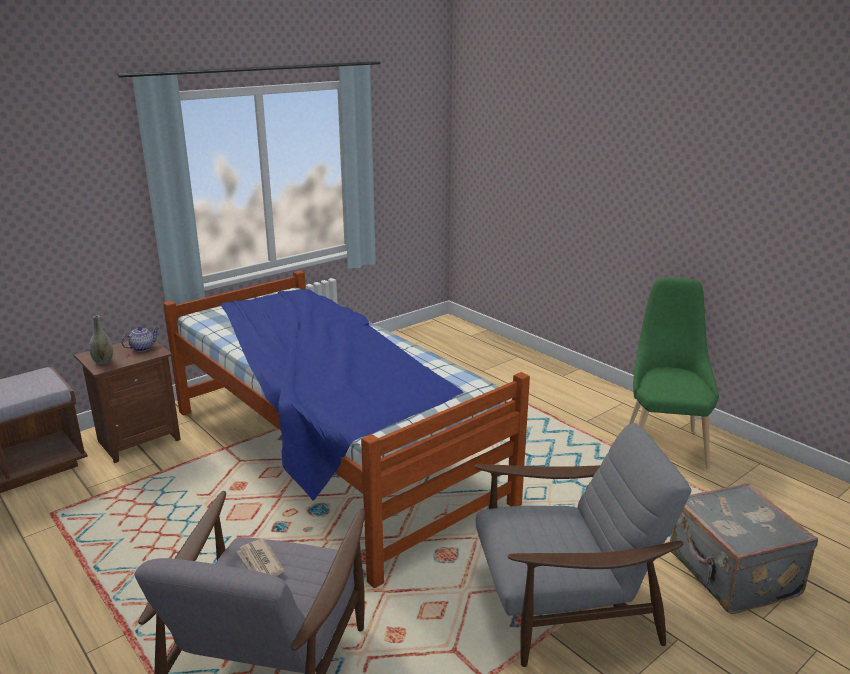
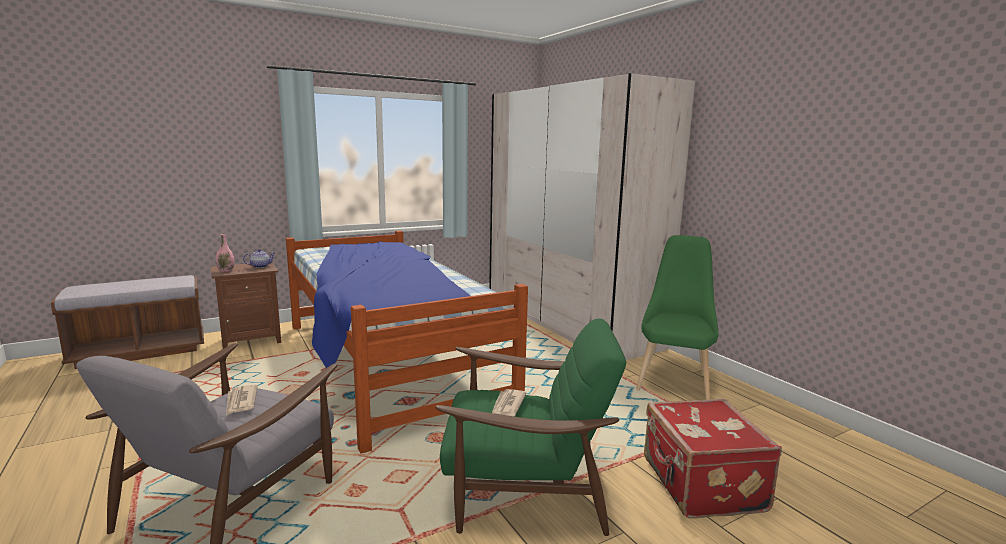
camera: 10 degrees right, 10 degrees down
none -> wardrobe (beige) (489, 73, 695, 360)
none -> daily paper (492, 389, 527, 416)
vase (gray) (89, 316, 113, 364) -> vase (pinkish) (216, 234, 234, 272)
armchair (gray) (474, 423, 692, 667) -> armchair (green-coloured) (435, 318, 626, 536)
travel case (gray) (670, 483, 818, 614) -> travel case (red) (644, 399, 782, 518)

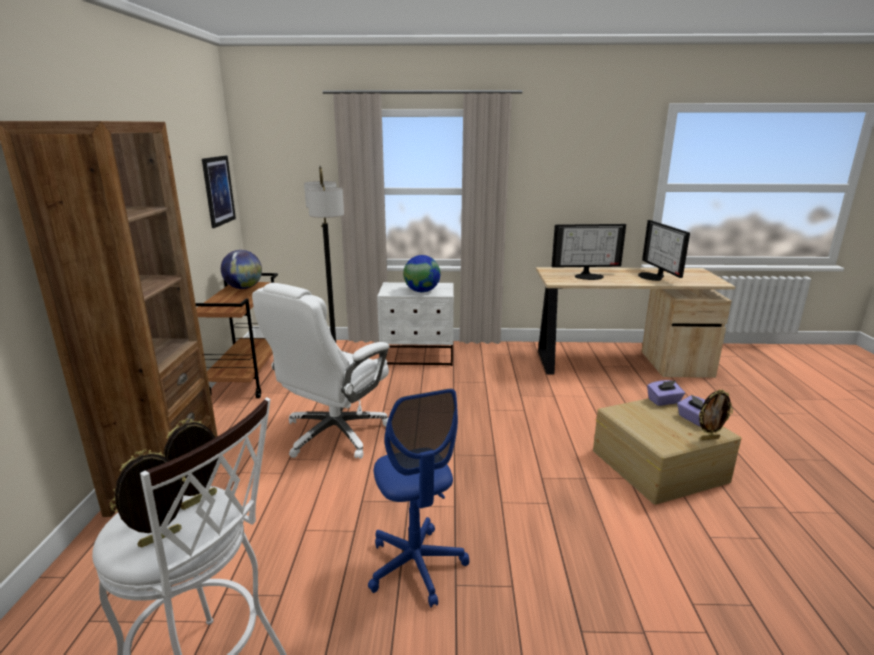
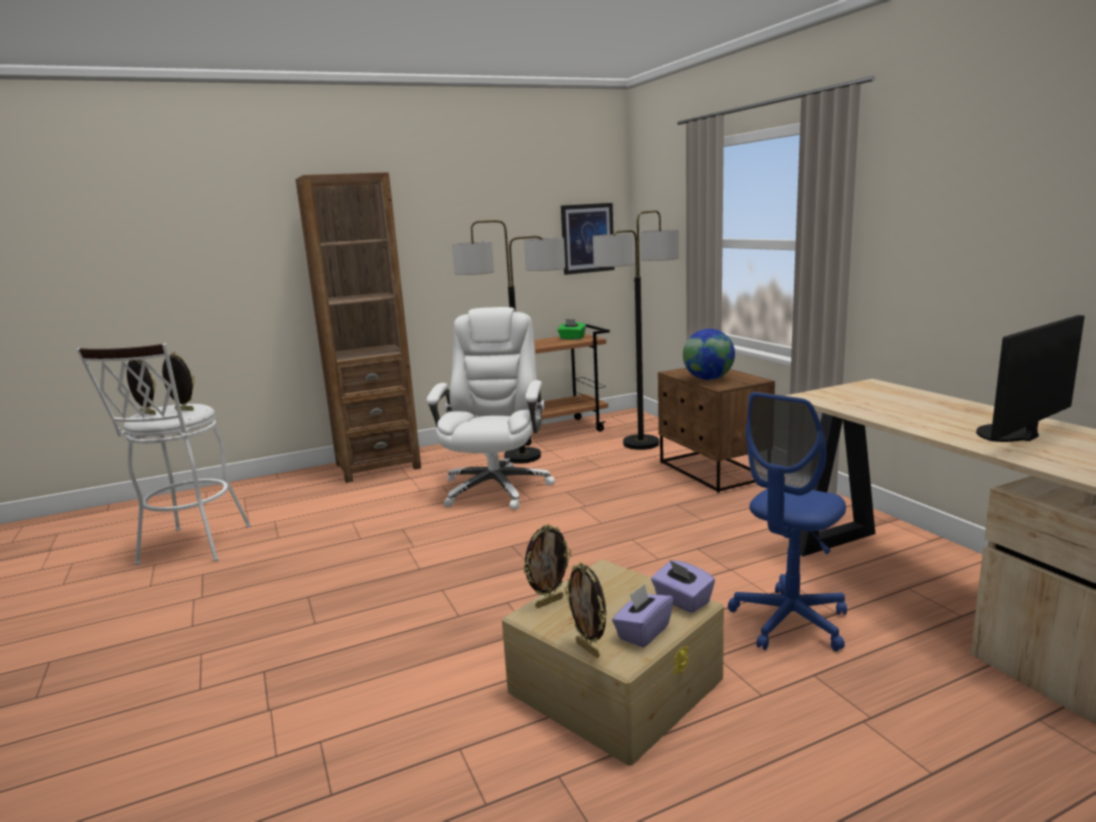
camera: 65 degrees right, 5 degrees down
monitor (552, 224, 626, 280) -> none
none -> floor lamp (452, 220, 565, 464)
none -> photo frame (523, 524, 572, 608)
office chair (bluish) (368, 389, 469, 607) -> office chair (bluish) (728, 392, 847, 651), move
globe (221, 250, 262, 289) -> tissue box (green-coloured) (557, 319, 586, 340)
night table (white-coloured) (377, 282, 454, 366) -> night table (brown) (658, 368, 775, 493)
office chair (white-coloured) (252, 283, 389, 459) -> office chair (white-coloured) (427, 307, 555, 509), 90 degrees clockwise

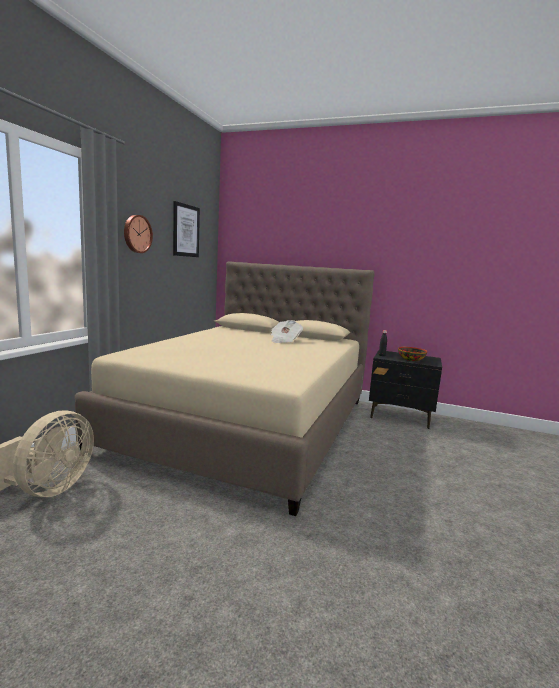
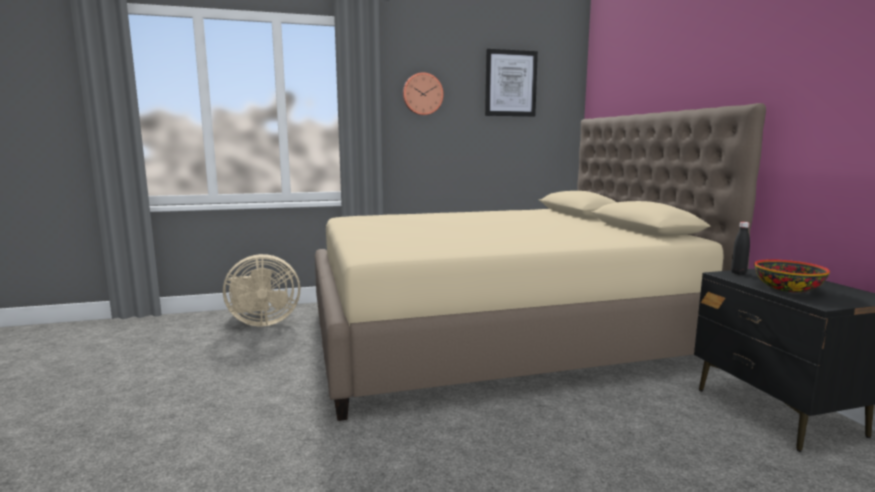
camera: 55 degrees right, 0 degrees up
daily paper (271, 320, 303, 343) -> none

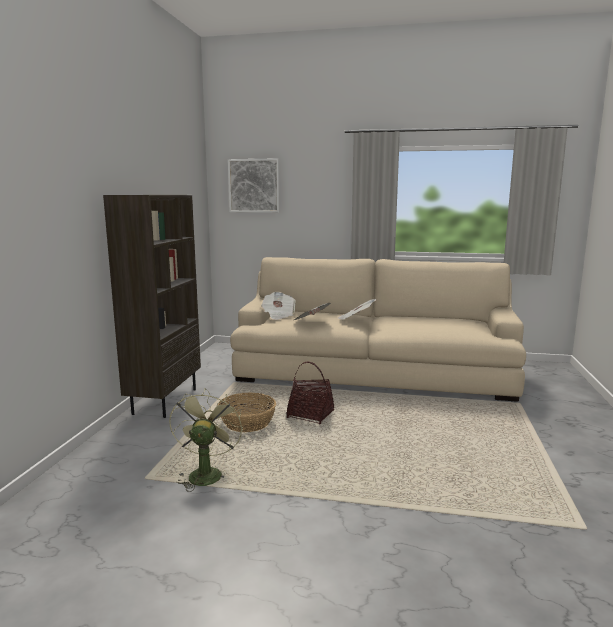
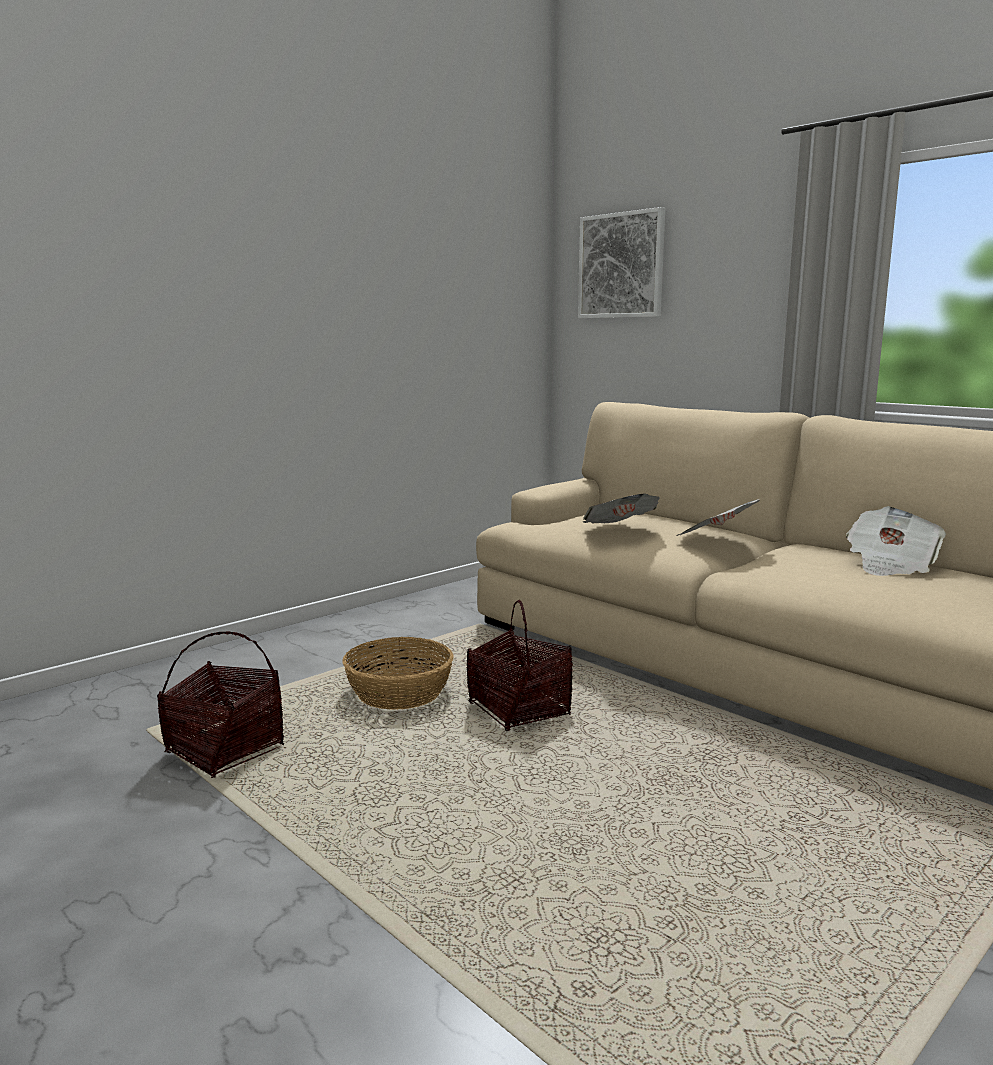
camera: 35 degrees right, 0 degrees up
bookshelf (brown) (103, 195, 201, 418) -> none
daily paper (261, 292, 296, 320) -> daily paper (846, 506, 946, 576), move
cooling fan (green-coloured) (169, 388, 243, 492) -> household basket (157, 632, 284, 778)

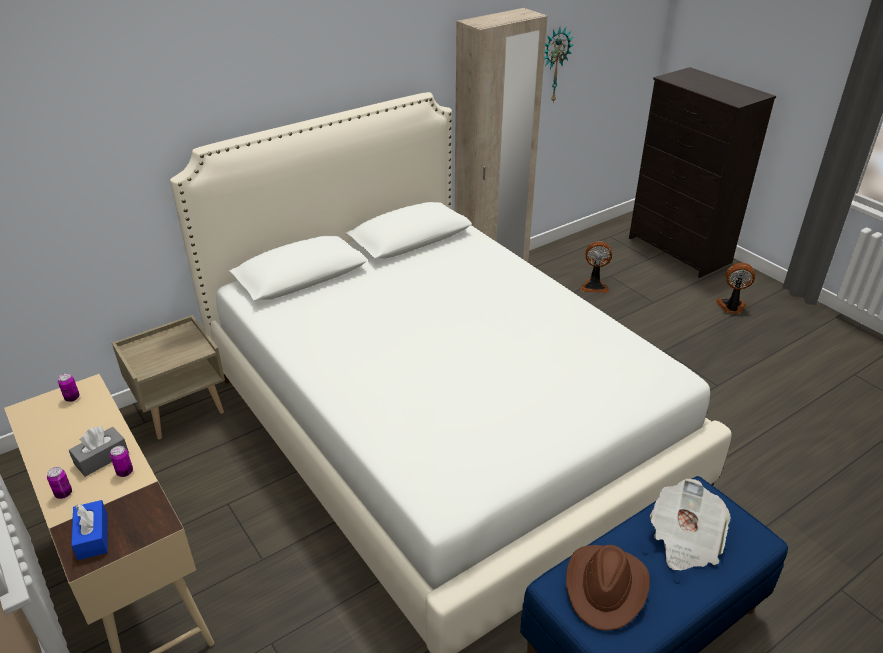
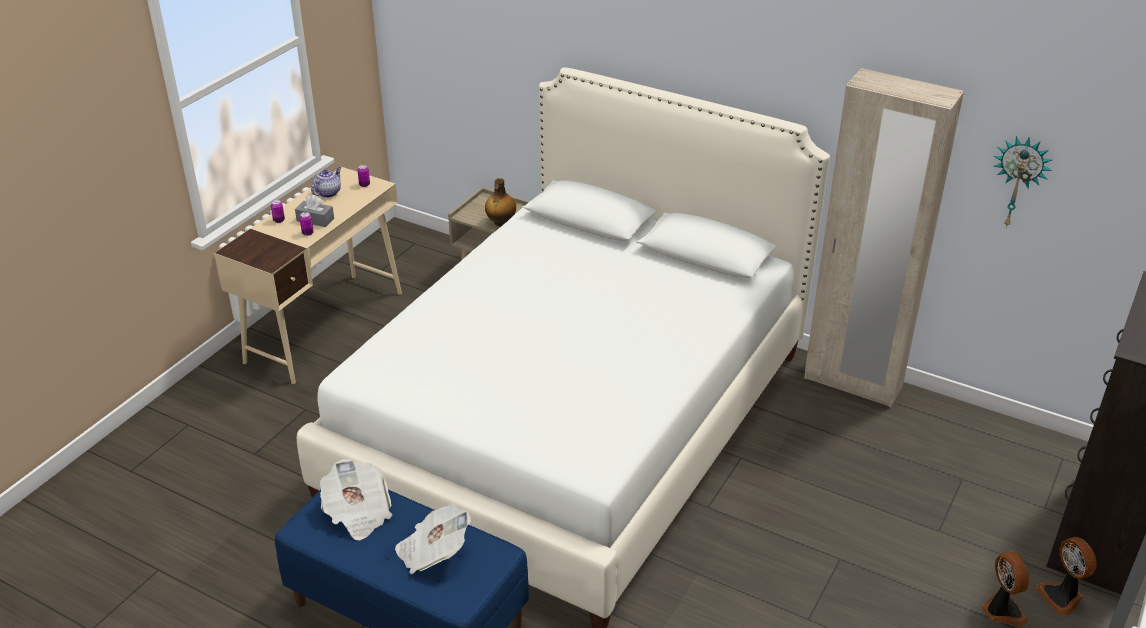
camera: 65 degrees right, 0 degrees up
tissue box (bluish) (71, 500, 108, 560) -> none
none -> teapot (311, 167, 341, 198)
none -> beverage bottle (485, 178, 516, 226)
cooling fan (581, 241, 612, 293) -> cooling fan (1036, 537, 1097, 616), move
hat (brown) (566, 545, 650, 631) -> daily paper (320, 459, 392, 541)

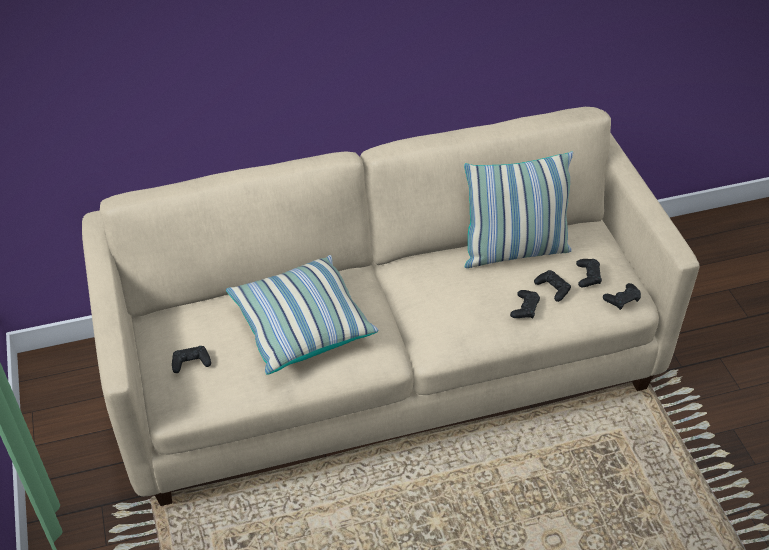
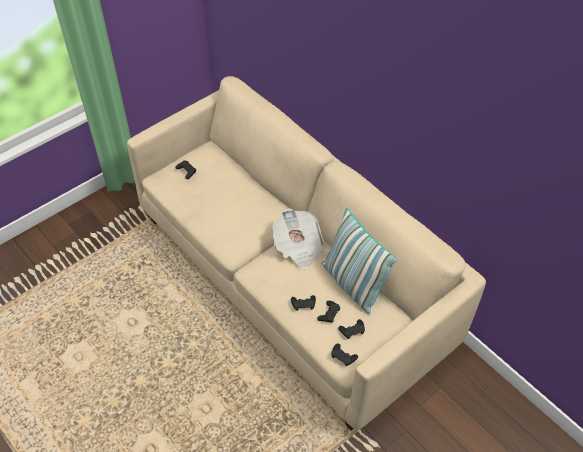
camera: 65 degrees right, 5 degrees up
cushion (226, 255, 378, 375) -> none
none -> daily paper (272, 208, 325, 270)

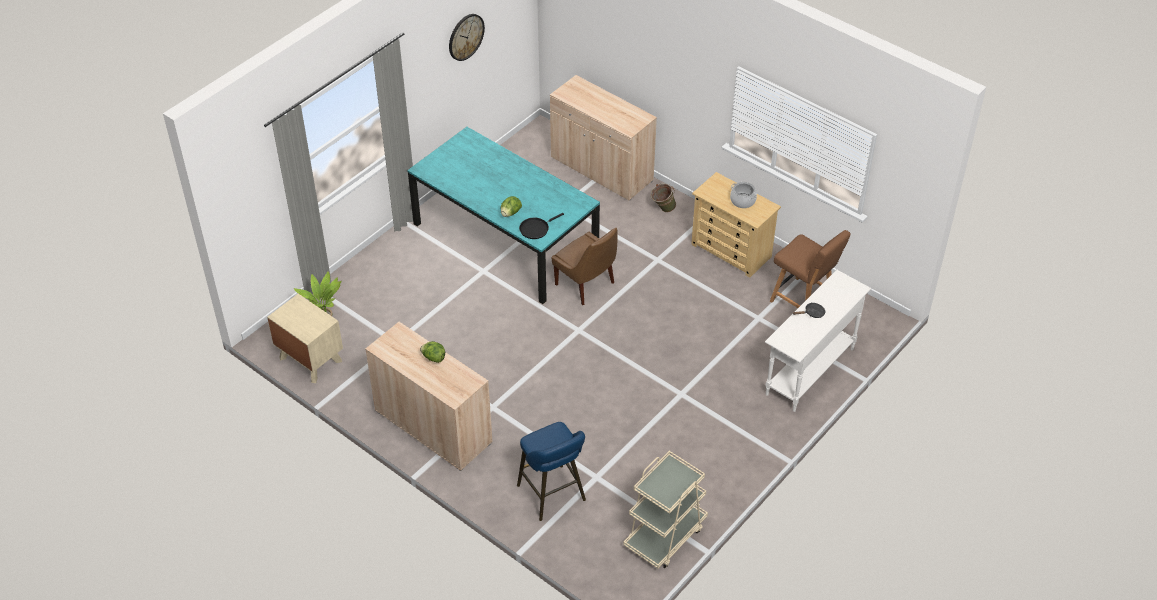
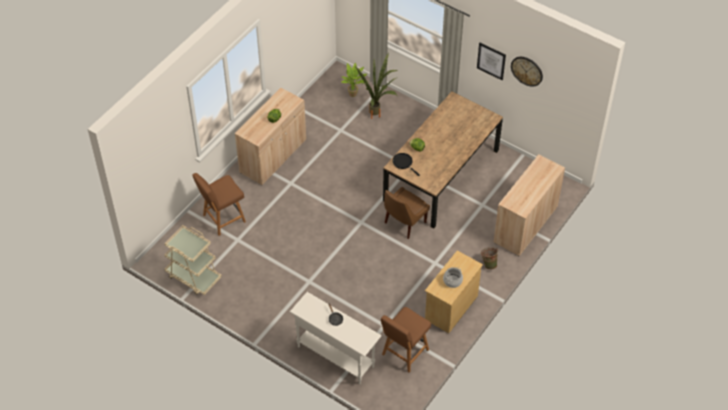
camera: 85 degrees right, 5 degrees up
night table (beige) (267, 294, 343, 383) -> none
none -> potted plant (355, 54, 398, 119)
none -> wall picture (477, 43, 506, 80)
sitting stool (bluish) (517, 422, 586, 521) -> plain chair (brown) (193, 173, 246, 236)
dining table (turquoise-coloured) (407, 127, 600, 304) -> dining table (brown) (383, 92, 503, 229)

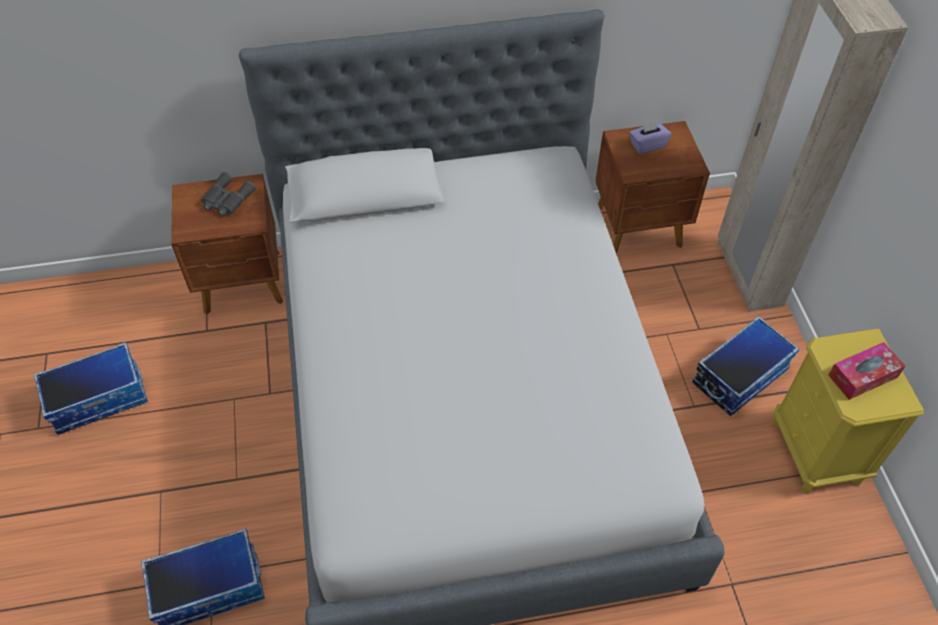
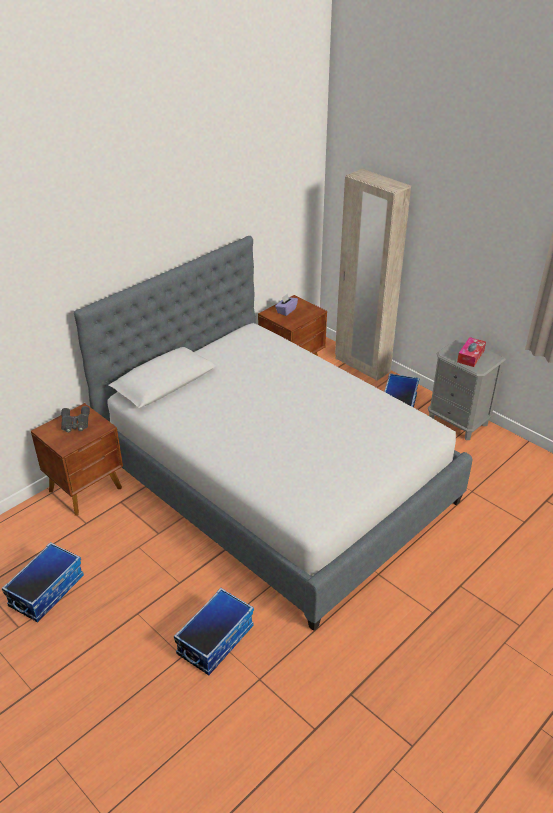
camera: 35 degrees left, 15 degrees down
night table (yellowish) (772, 329, 924, 494) -> night table (gray) (428, 337, 506, 440)

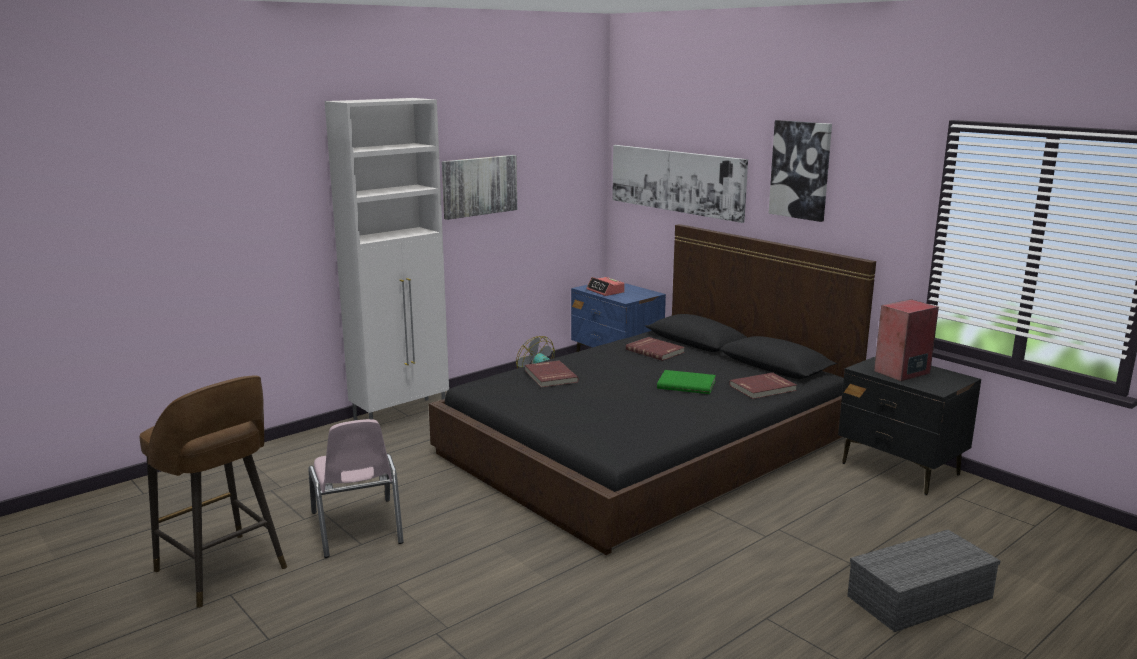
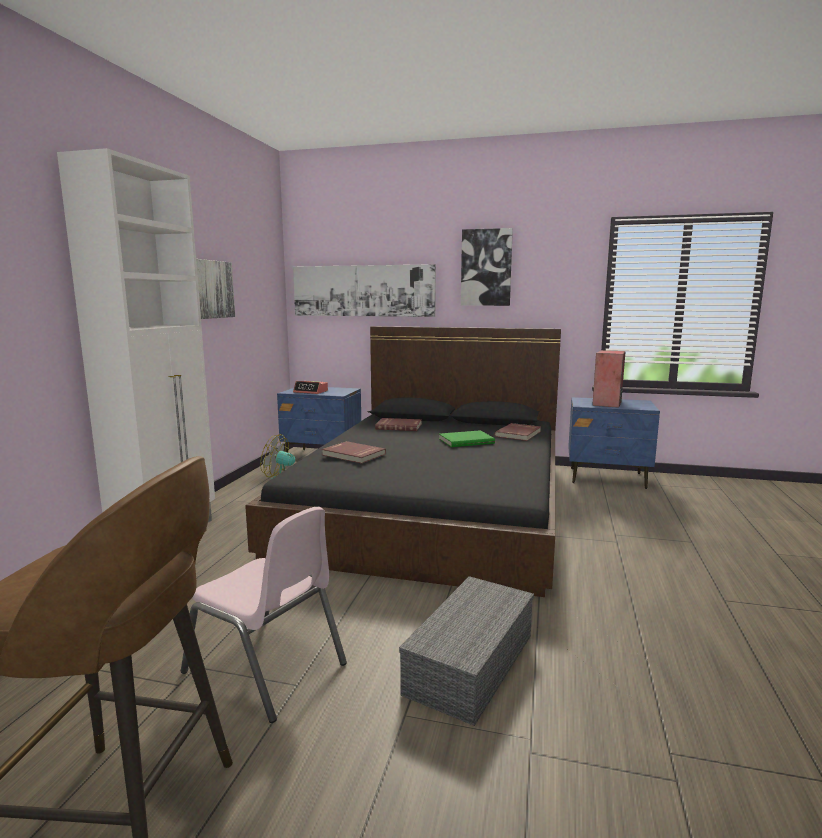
camera: 35 degrees left, 5 degrees down
storage box (gray) (847, 530, 1001, 632) -> storage box (gray) (399, 576, 534, 726), move
night table (blackish) (838, 356, 981, 495) -> night table (bluish) (568, 397, 660, 489)

